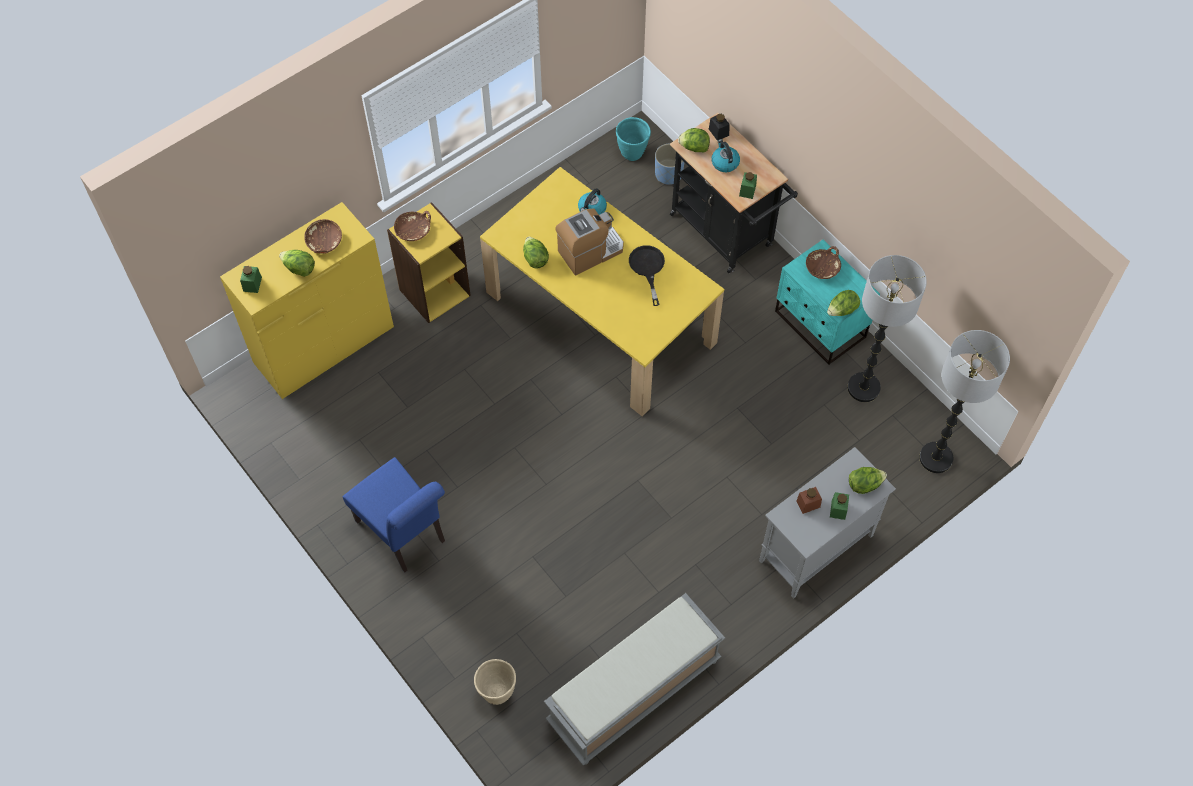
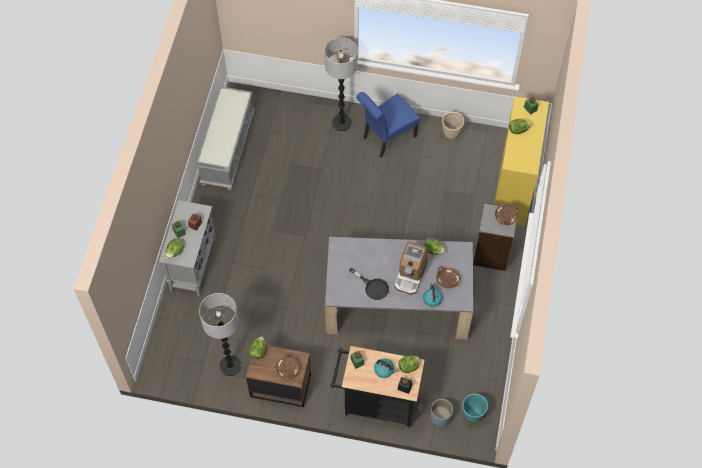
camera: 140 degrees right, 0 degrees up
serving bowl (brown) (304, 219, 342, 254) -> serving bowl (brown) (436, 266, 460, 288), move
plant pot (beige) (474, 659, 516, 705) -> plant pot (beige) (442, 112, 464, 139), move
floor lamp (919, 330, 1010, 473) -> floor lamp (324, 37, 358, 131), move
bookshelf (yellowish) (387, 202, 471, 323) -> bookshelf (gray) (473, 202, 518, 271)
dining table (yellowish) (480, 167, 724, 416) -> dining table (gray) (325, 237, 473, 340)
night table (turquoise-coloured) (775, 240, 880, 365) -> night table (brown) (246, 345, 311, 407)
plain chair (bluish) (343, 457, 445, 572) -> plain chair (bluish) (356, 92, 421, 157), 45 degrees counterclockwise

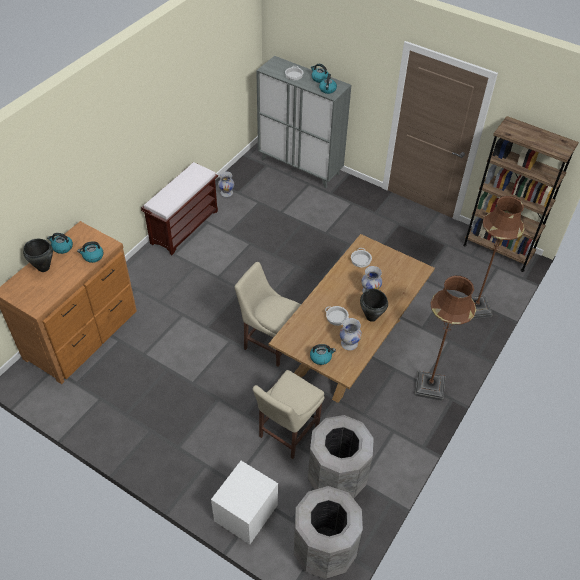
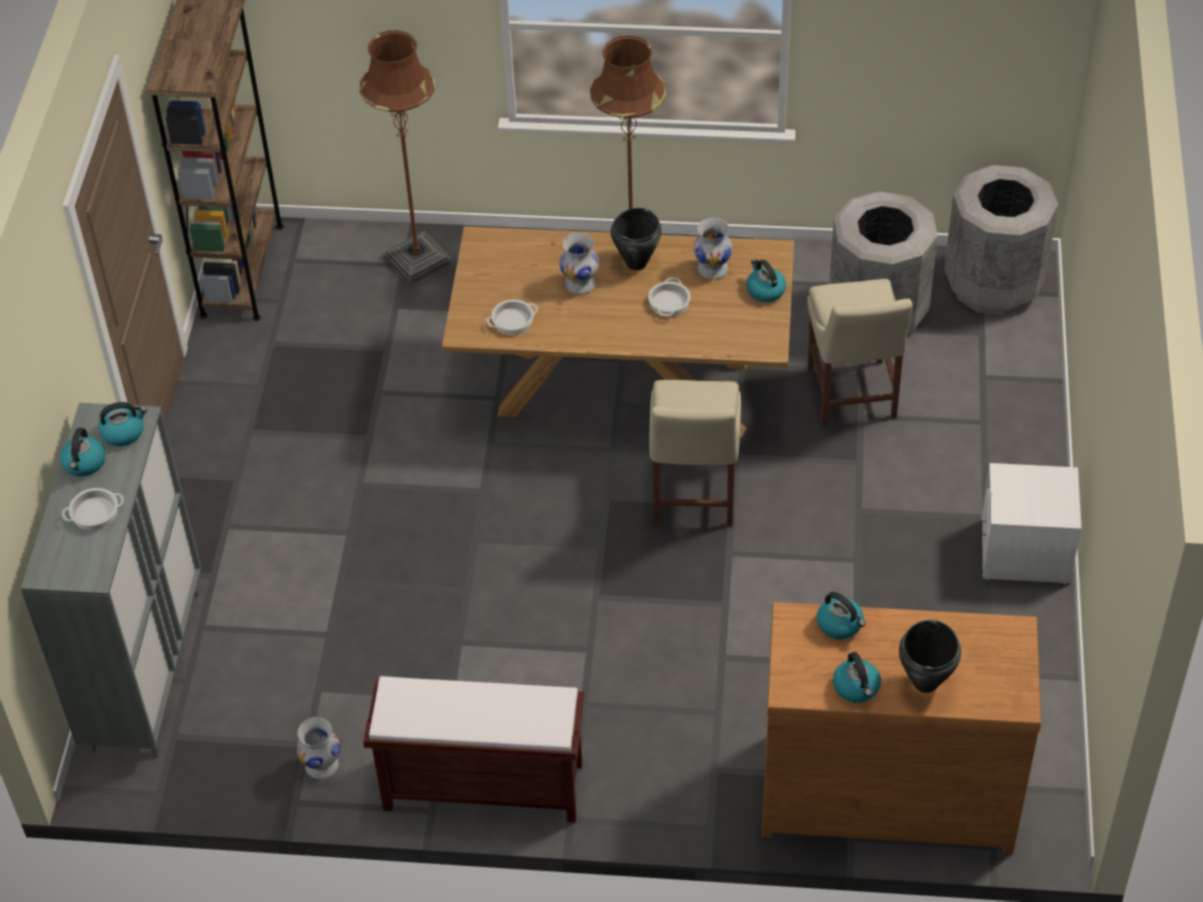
camera: 115 degrees left, 0 degrees up
night table (white-coloured) (211, 461, 278, 545) -> night table (white-coloured) (981, 463, 1081, 584), move
plain chair (beige) (253, 370, 325, 459) -> plain chair (beige) (807, 279, 913, 426), 75 degrees clockwise

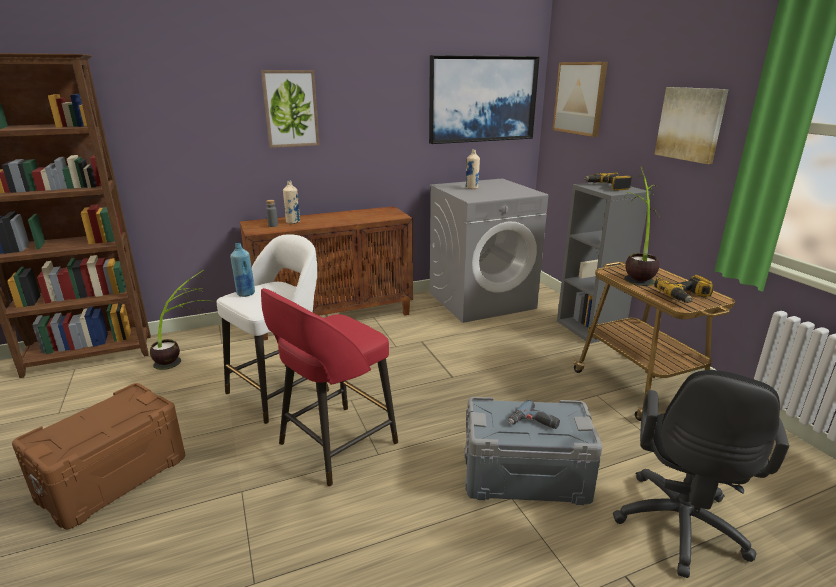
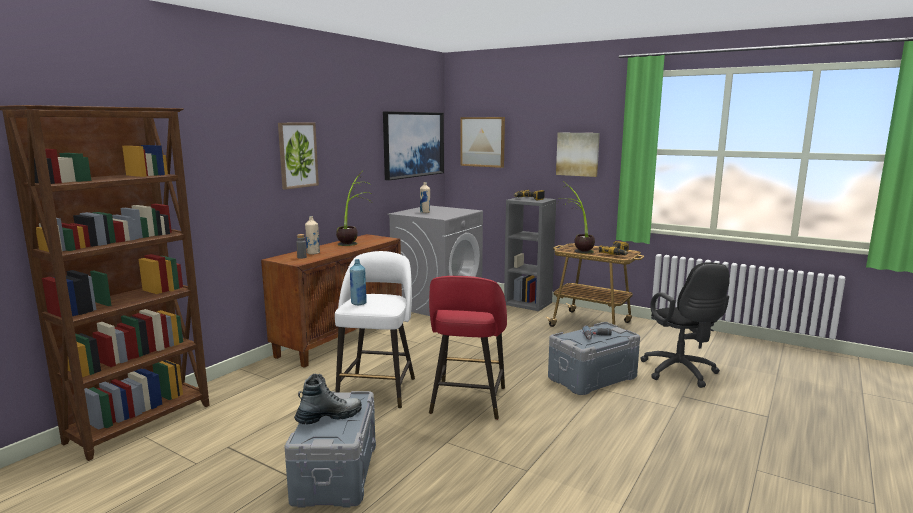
camera: 35 degrees left, 10 degrees down
none -> high-top boot (294, 373, 362, 425)
potted plant (150, 270, 214, 370) -> potted plant (336, 170, 372, 246), move
storage box (brown) (12, 383, 185, 530) -> storage box (gray) (284, 391, 376, 508)

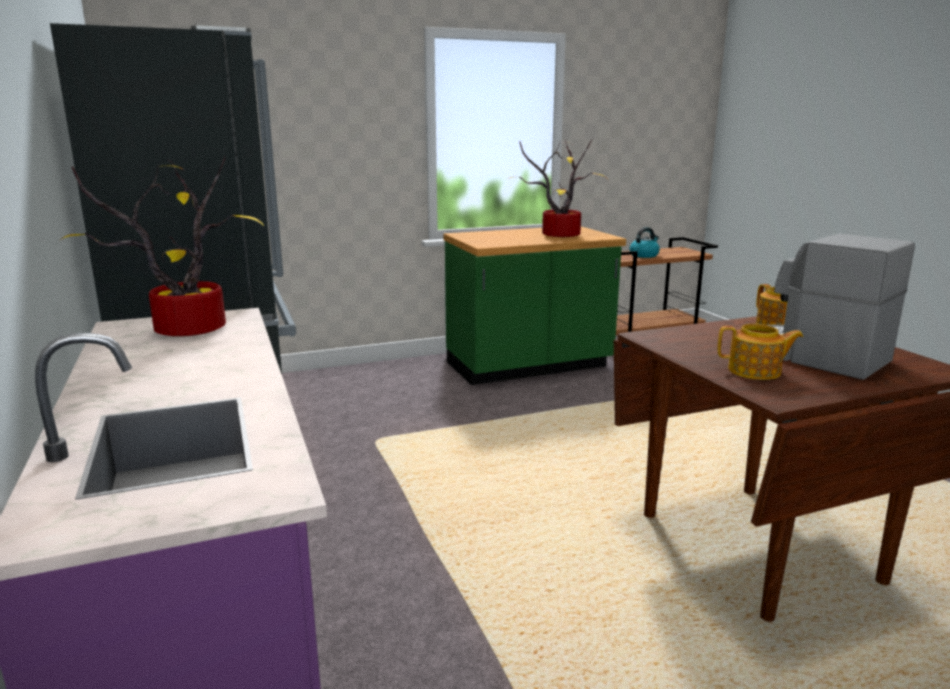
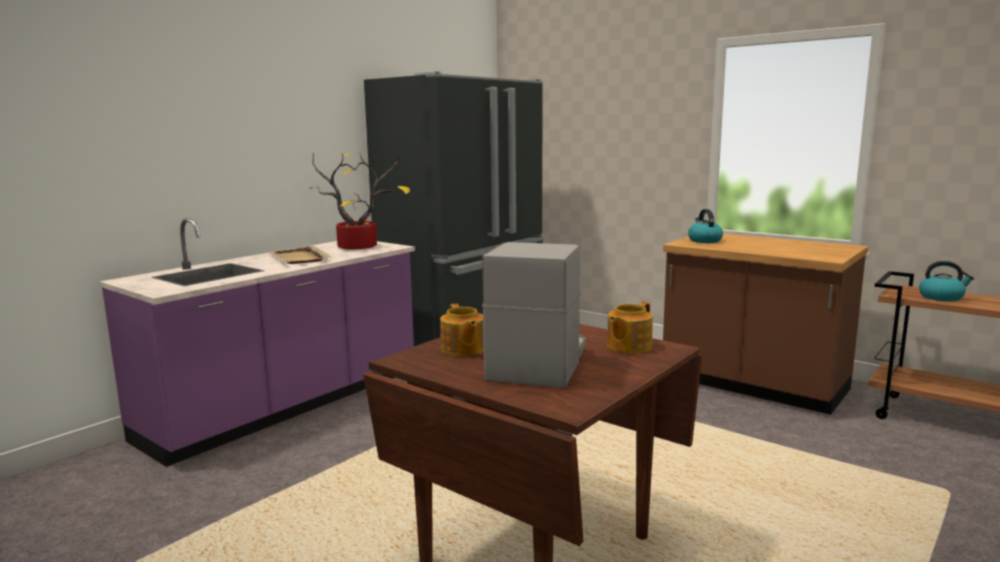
camera: 60 degrees right, 5 degrees down
potted plant (508, 139, 608, 237) -> none
none -> tray (beige) (268, 246, 332, 264)
none -> water kettle (688, 209, 723, 243)
kitchen base unit (green-coloured) (443, 226, 626, 385) -> kitchen base unit (brown) (663, 233, 868, 415)

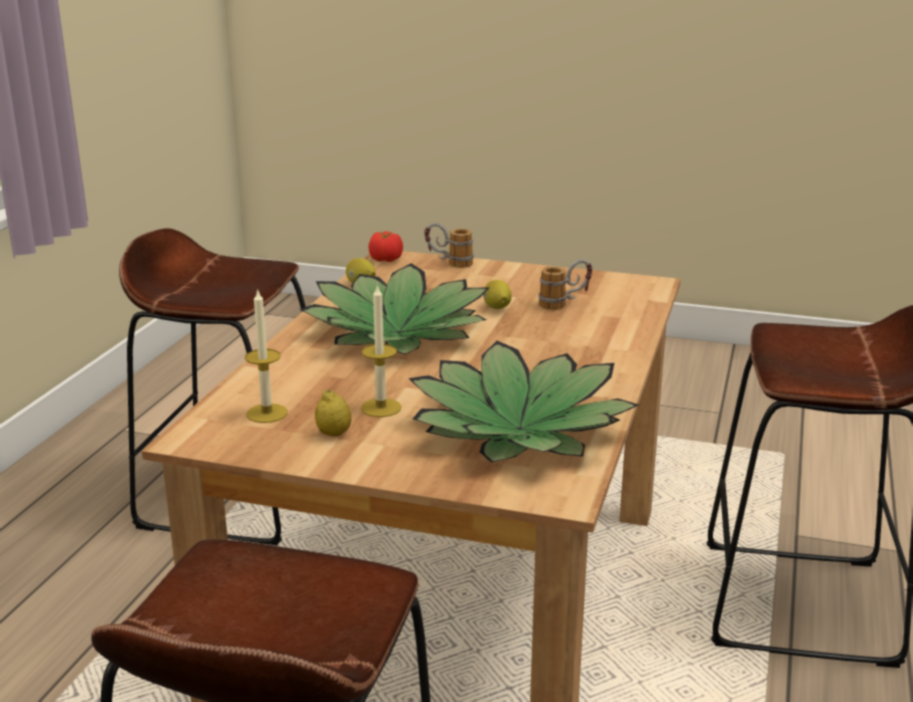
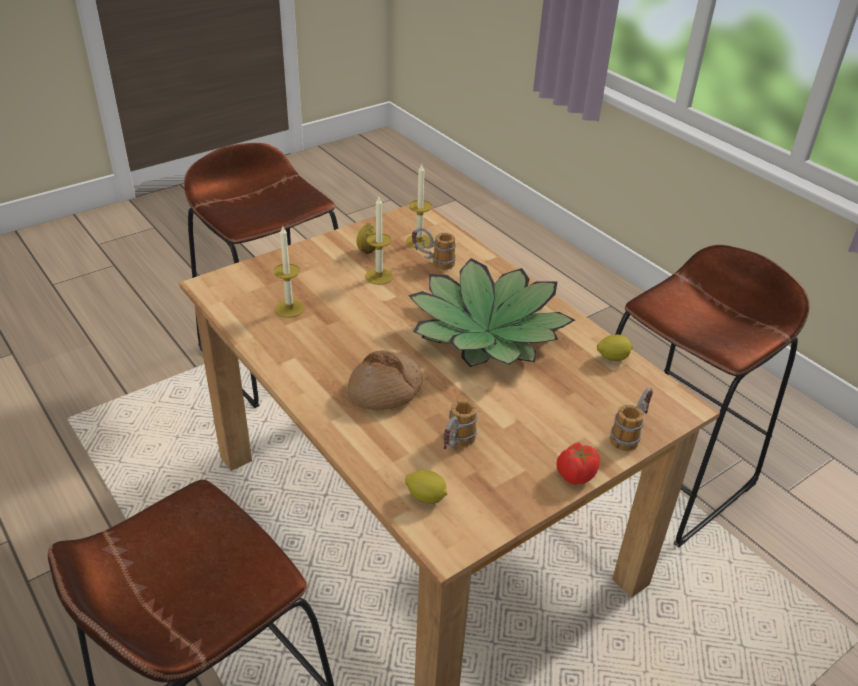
camera: 125 degrees right, 15 degrees up
none -> bread (347, 350, 423, 410)
none -> mug (412, 228, 456, 270)
tomato (369, 231, 403, 262) -> tomato (557, 443, 600, 485), move
whole lemon (483, 280, 512, 309) -> whole lemon (405, 470, 447, 504), move
potted plant (408, 341, 639, 462) -> wax candle (273, 225, 305, 318)

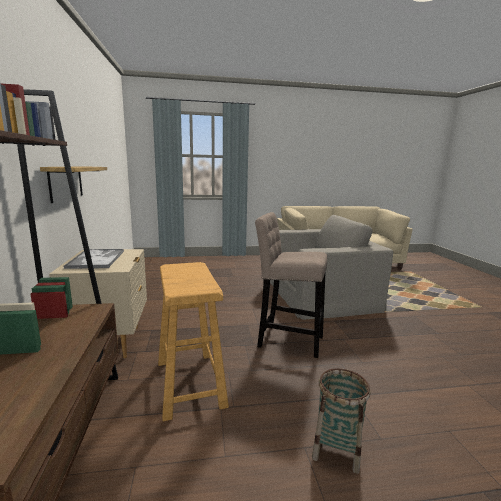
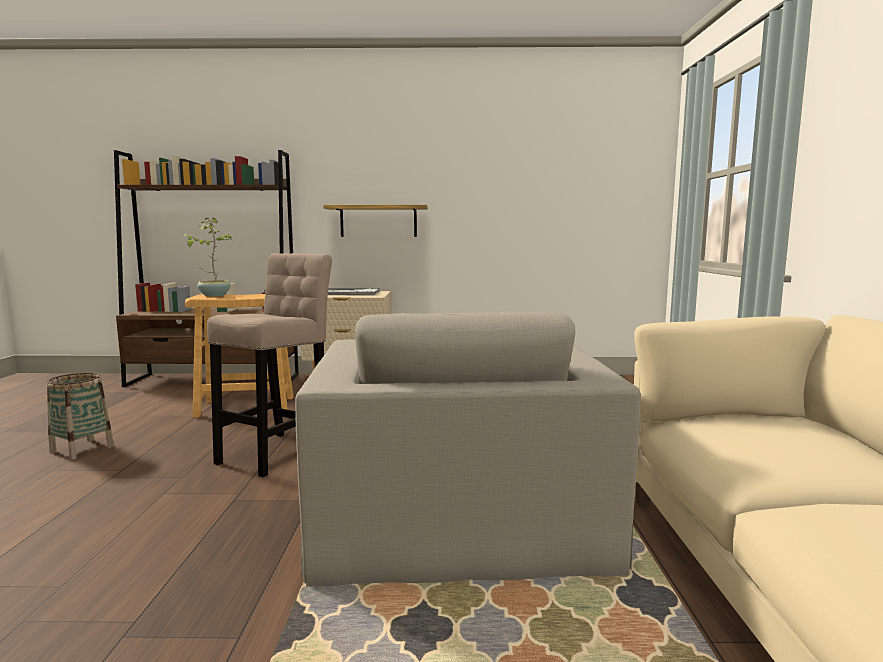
camera: 100 degrees right, 5 degrees down
none -> potted plant (182, 218, 232, 297)

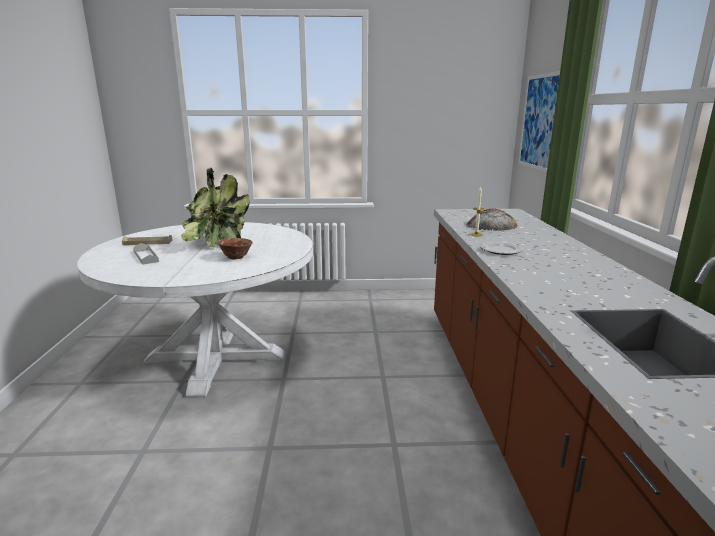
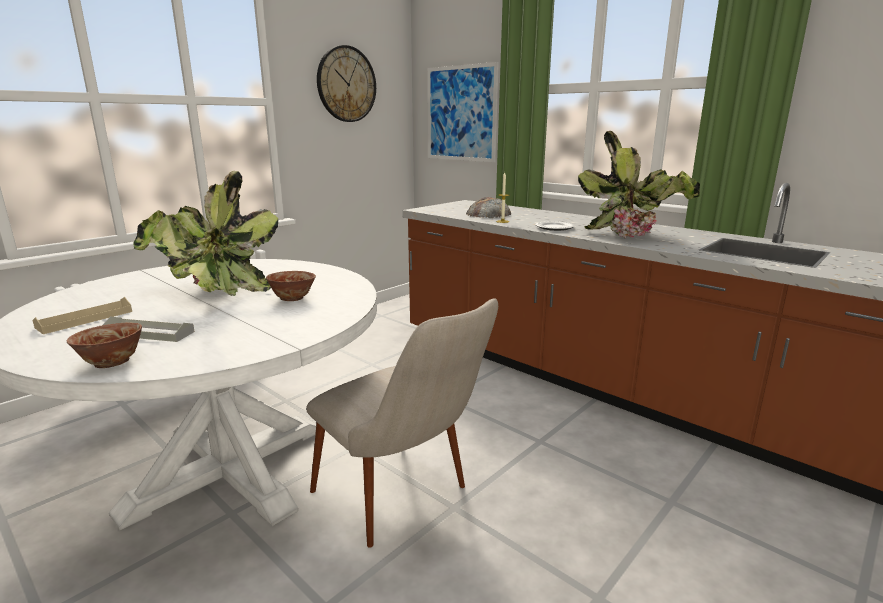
camera: 45 degrees left, 0 degrees up
none -> serving bowl (67, 322, 142, 368)
none -> plain chair (beige) (306, 298, 498, 548)
none -> wall clock (317, 45, 376, 122)
none -> potted plant (578, 131, 700, 239)

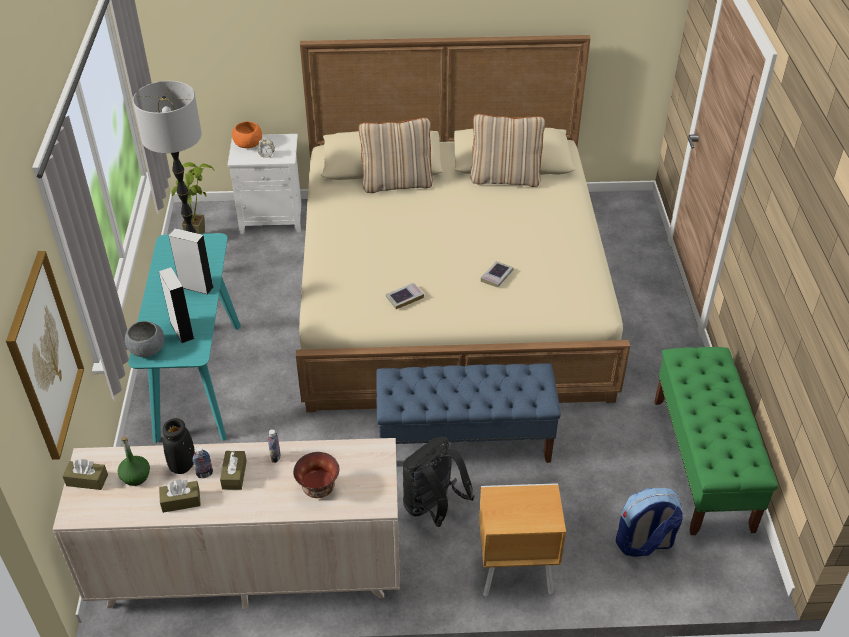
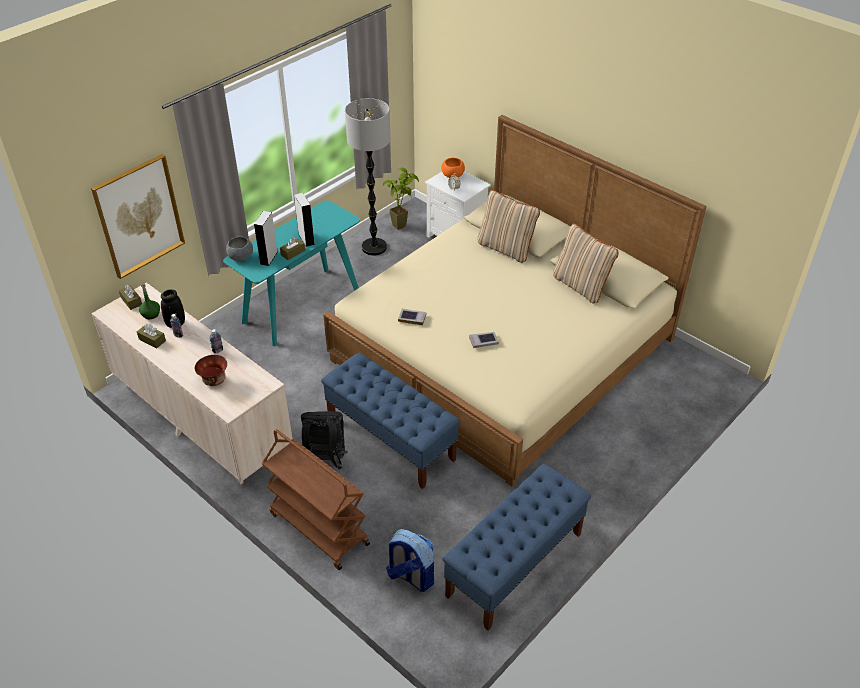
camera: 45 degrees right, 0 degrees up
tissue box (brown) (220, 451, 247, 490) -> tissue box (brown) (280, 237, 305, 260), move
night table (brown) (479, 483, 566, 597) -> trolley (brown) (262, 429, 370, 570)
bench (green-coloured) (654, 347, 778, 535) -> bench (bluish) (443, 464, 591, 630)

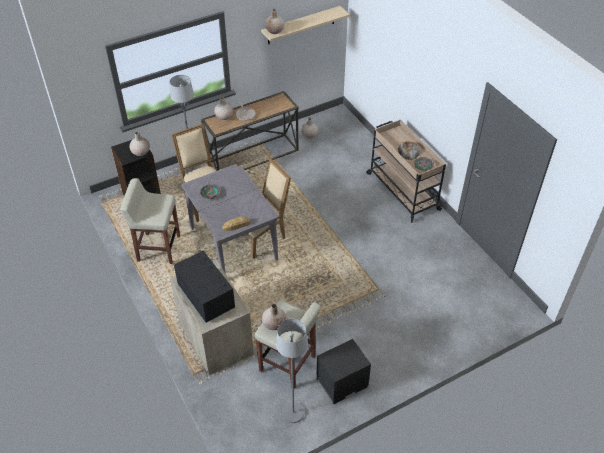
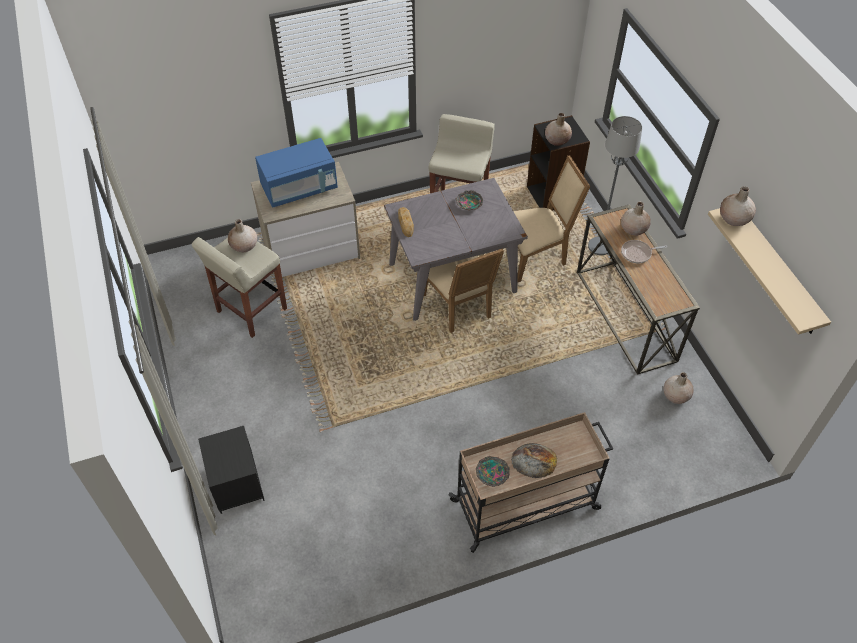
camera: 100 degrees right, 5 degrees up
floor lamp (gray) (276, 319, 308, 423) -> none
night table (blackish) (316, 339, 371, 405) -> night table (blackish) (198, 426, 265, 514), move
kitchen microwave (blackish) (174, 250, 235, 323) -> kitchen microwave (bluish) (255, 138, 338, 208)

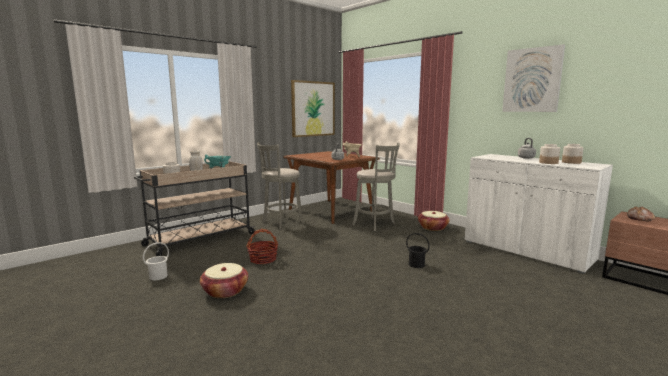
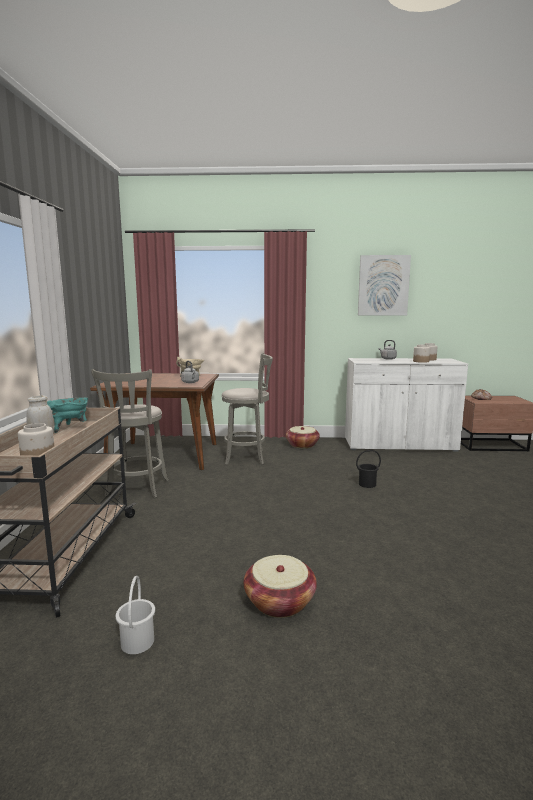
camera: 45 degrees left, 0 degrees up
household basket (246, 229, 278, 264) -> none
wall picture (291, 80, 335, 137) -> none

